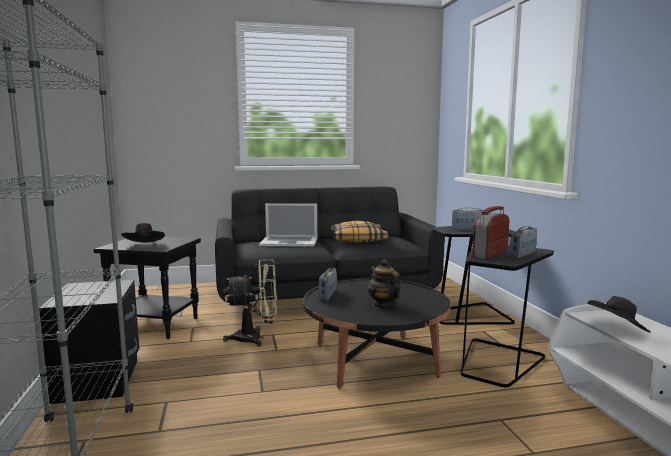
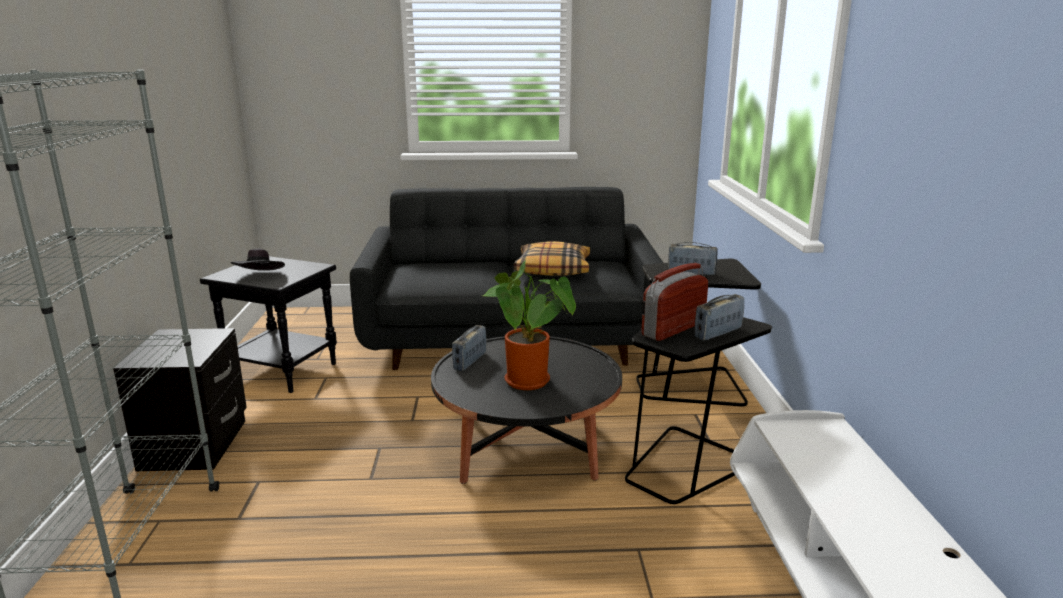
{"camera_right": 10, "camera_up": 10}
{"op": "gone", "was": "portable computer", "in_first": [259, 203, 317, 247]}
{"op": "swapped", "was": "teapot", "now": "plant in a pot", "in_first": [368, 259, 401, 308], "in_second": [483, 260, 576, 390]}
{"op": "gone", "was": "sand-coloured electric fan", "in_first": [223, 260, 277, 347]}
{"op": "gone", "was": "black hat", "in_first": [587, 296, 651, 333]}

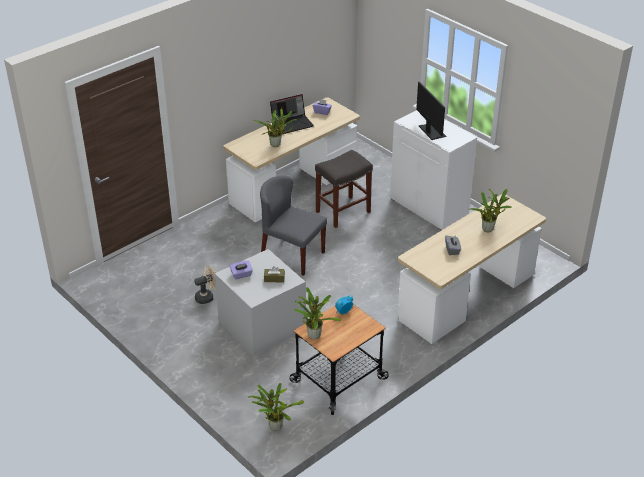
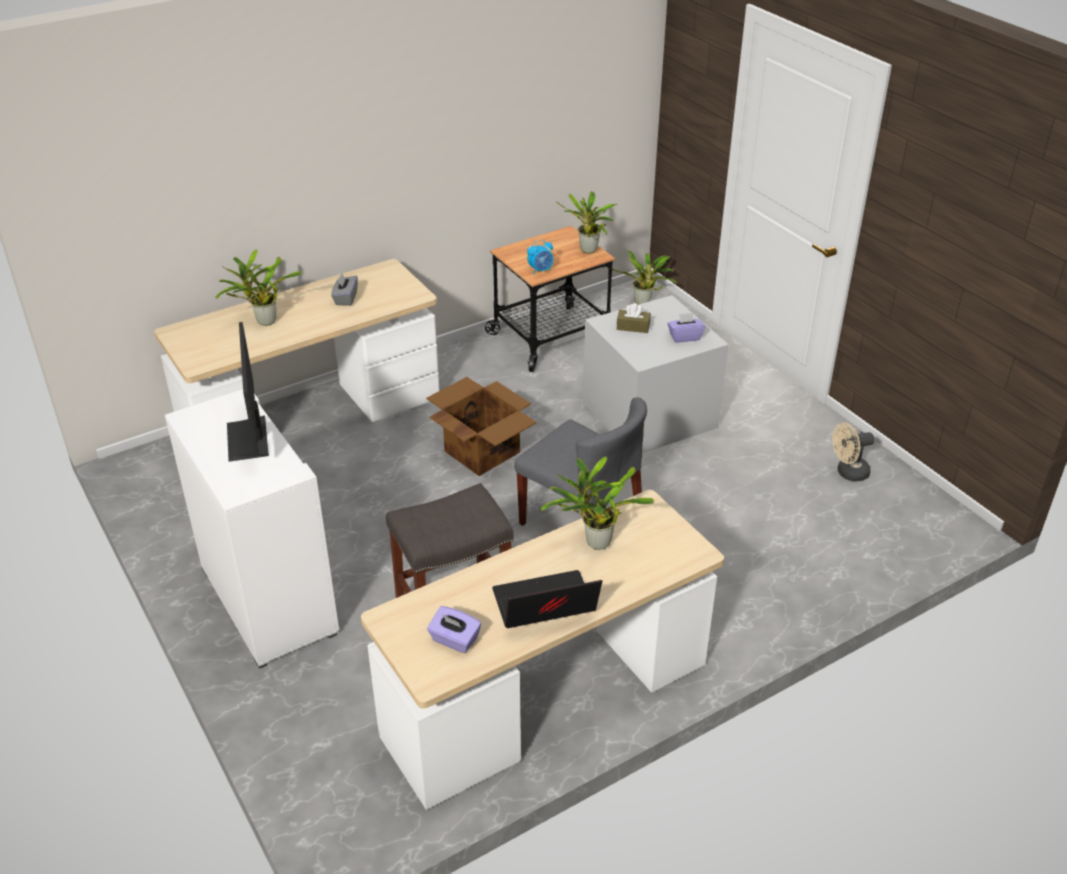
{"camera_right": -170, "camera_up": 0}
{"op": "shifted", "was": "sand-coloured electric fan", "in_first": [194, 266, 216, 304], "in_second": [832, 422, 875, 482]}
{"op": "new", "now": "carton", "in_second": [426, 377, 537, 476]}

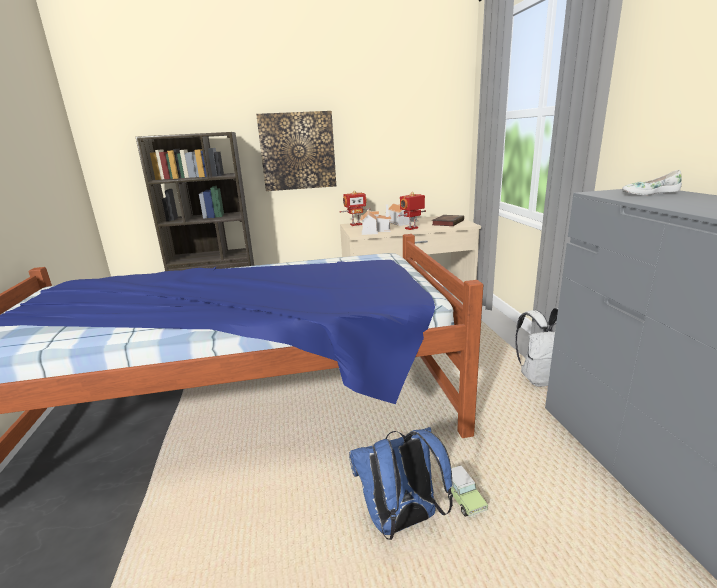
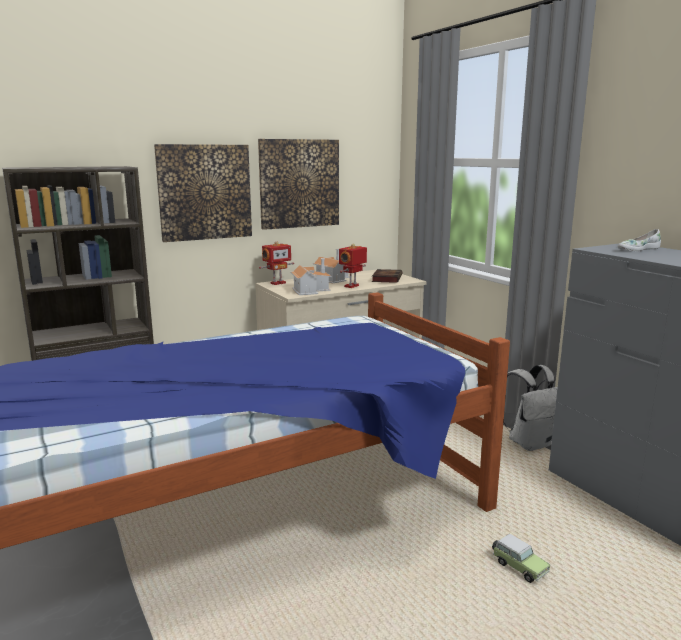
{"camera_right": -20, "camera_up": -5}
{"op": "gone", "was": "blue backpack", "in_first": [349, 427, 453, 540]}
{"op": "new", "now": "wall art", "in_second": [258, 139, 339, 230]}

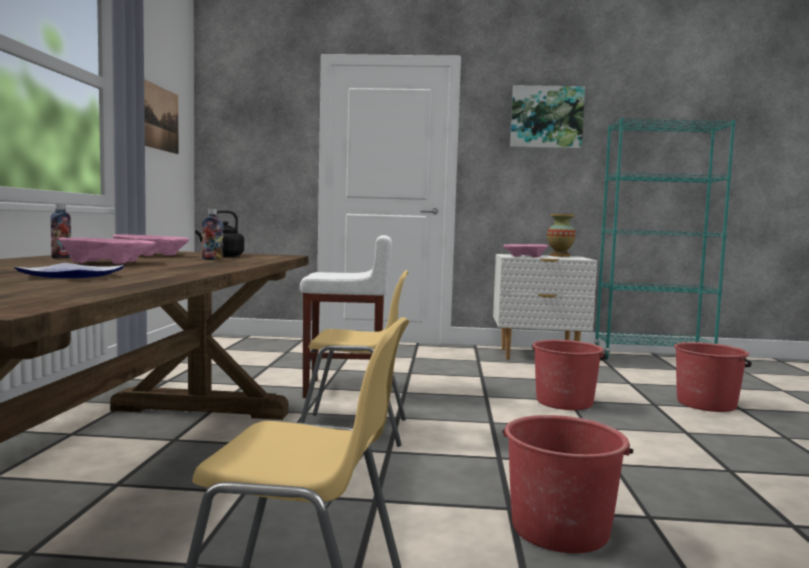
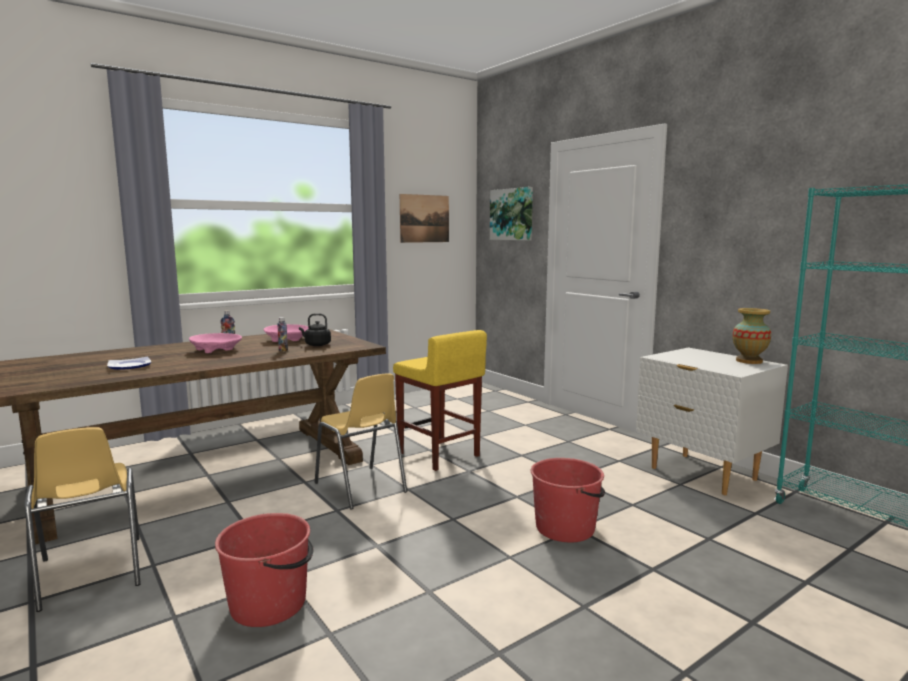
{"camera_right": 50, "camera_up": 5}
{"op": "shifted", "was": "wall art", "in_first": [510, 85, 585, 149], "in_second": [490, 187, 533, 240]}
{"op": "repainted", "was": "white-coloured stool", "now": "yellowish stool", "in_first": [300, 235, 392, 398], "in_second": [393, 330, 487, 471]}
{"op": "gone", "was": "pink-coloured serving bowl", "in_first": [503, 244, 548, 257]}
{"op": "gone", "was": "reddish pail", "in_first": [674, 342, 752, 412]}

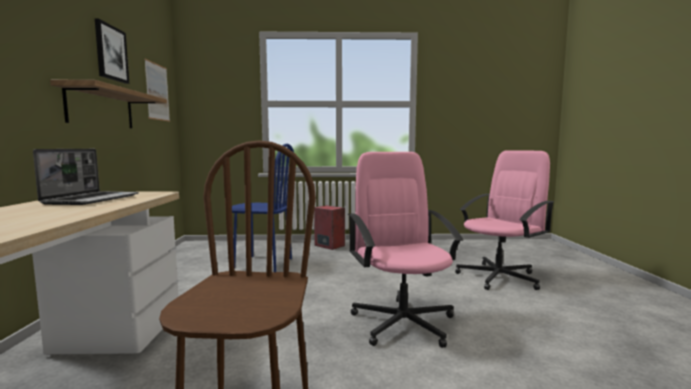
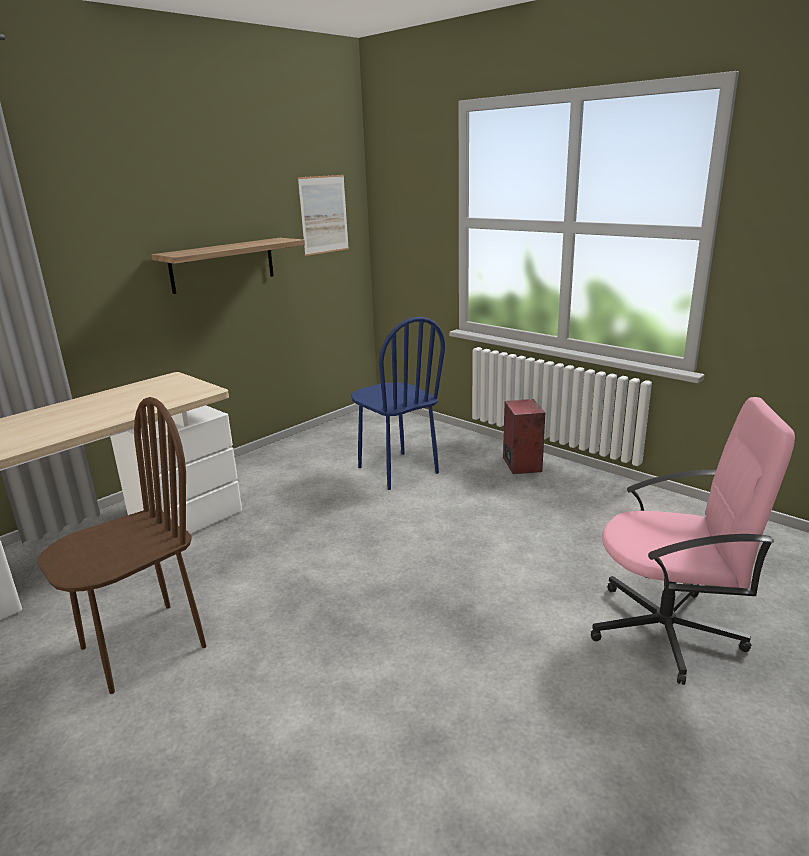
{"camera_right": 45, "camera_up": 15}
{"op": "gone", "was": "wall art", "in_first": [95, 19, 129, 84]}
{"op": "gone", "was": "portable computer", "in_first": [33, 149, 139, 205]}
{"op": "gone", "was": "pink-coloured office chair", "in_first": [348, 152, 464, 348]}

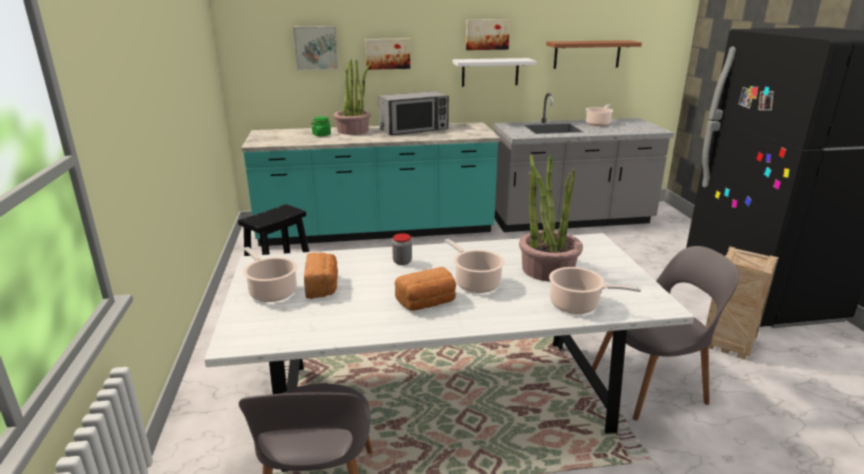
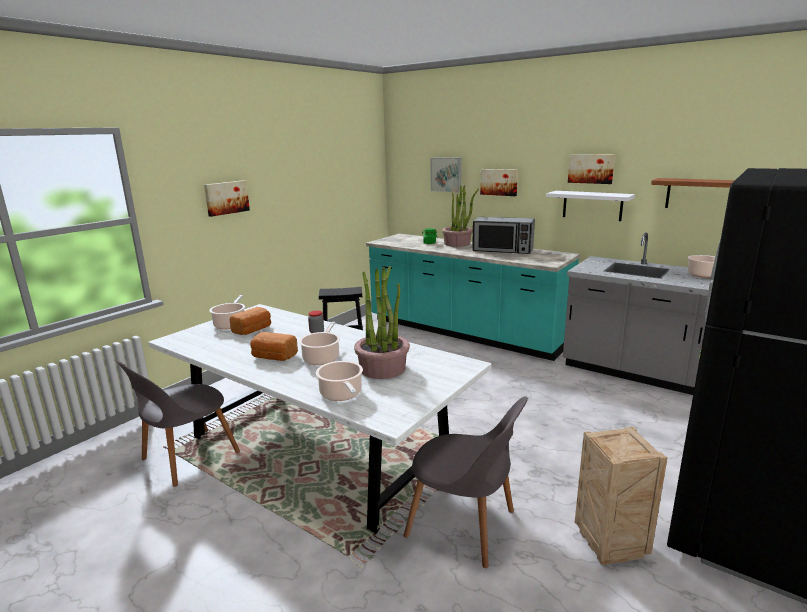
{"camera_right": 45, "camera_up": -5}
{"op": "new", "now": "wall art", "in_second": [204, 180, 250, 217]}

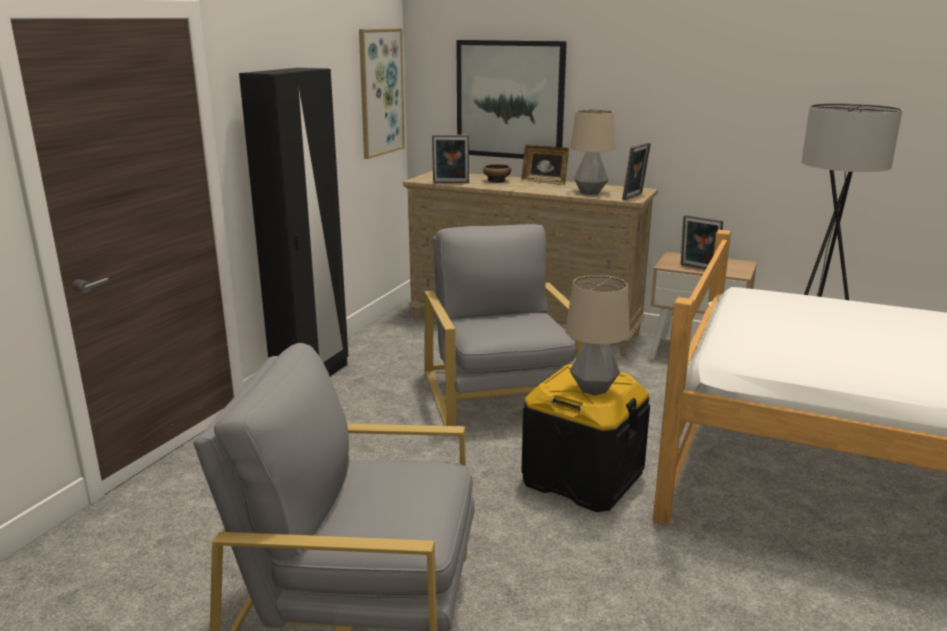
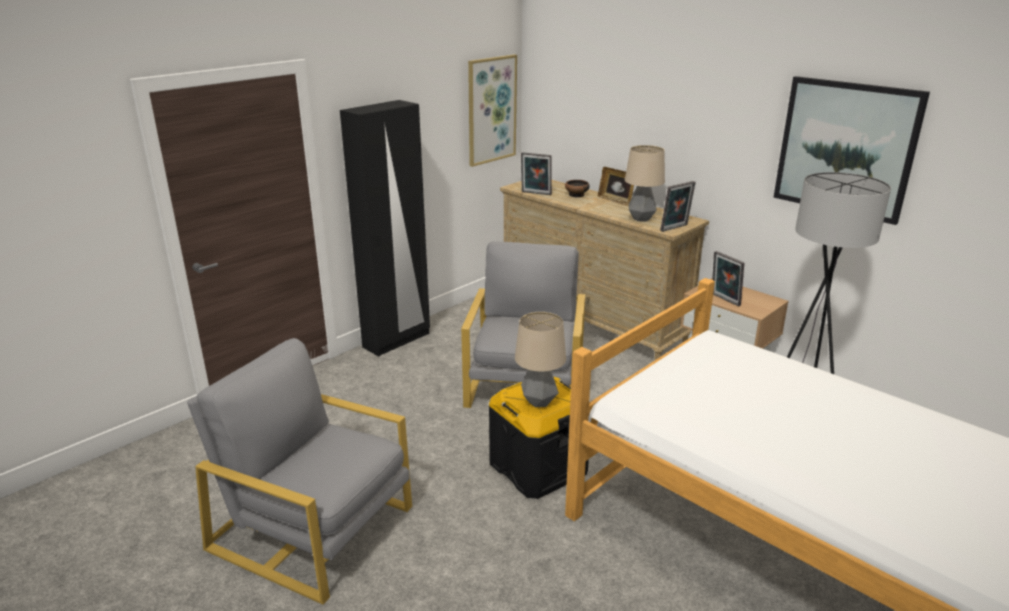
{"camera_right": 20, "camera_up": 5}
{"op": "shifted", "was": "wall art", "in_first": [456, 40, 567, 159], "in_second": [773, 76, 930, 225]}

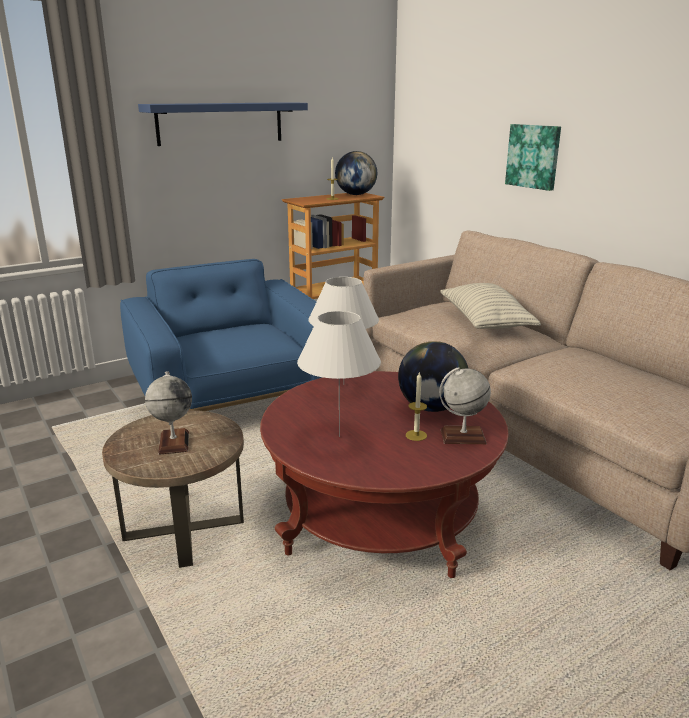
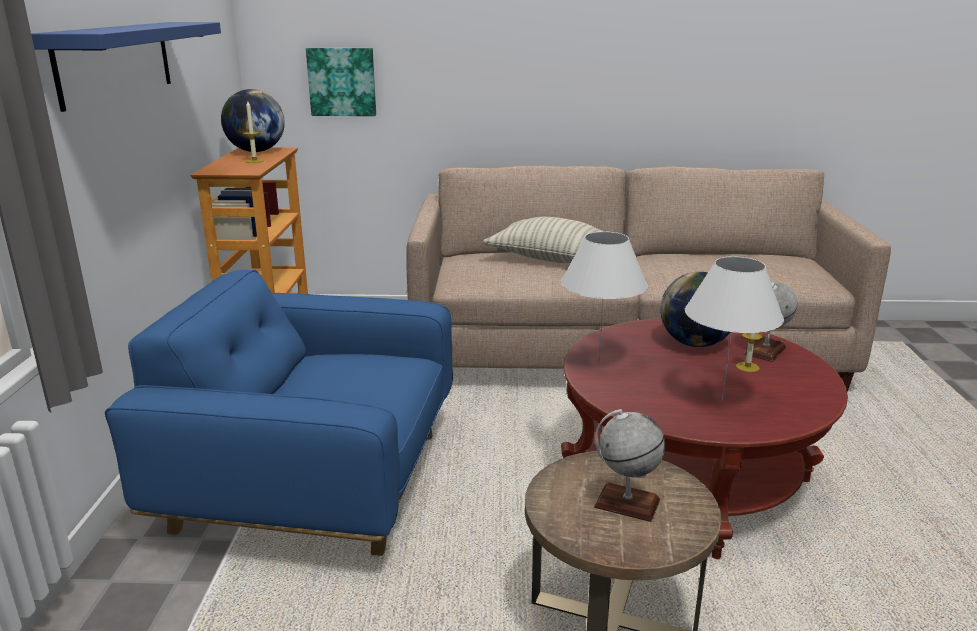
{"camera_right": -55, "camera_up": 0}
{"op": "shifted", "was": "wall art", "in_first": [505, 124, 561, 191], "in_second": [306, 48, 376, 116]}

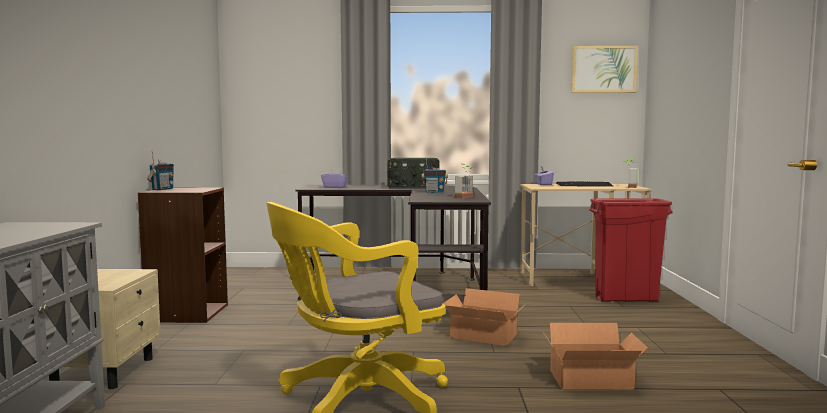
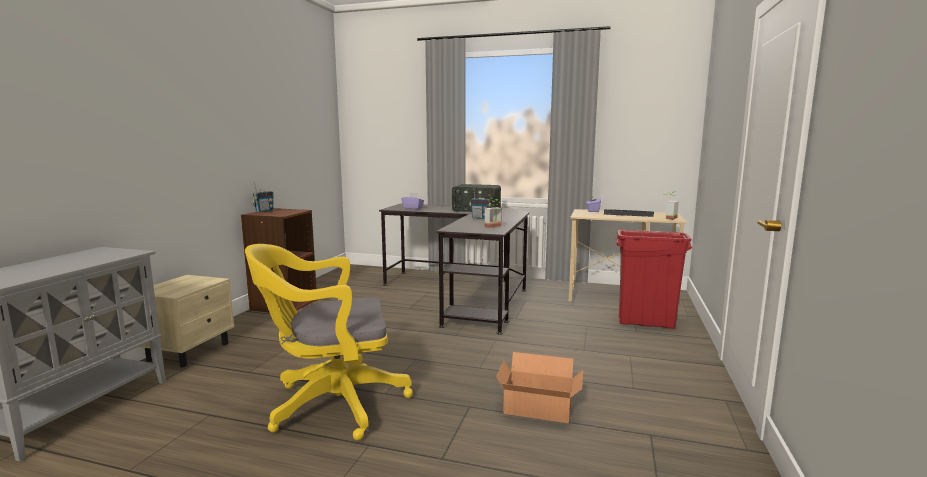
{"camera_right": 15, "camera_up": 5}
{"op": "gone", "was": "wall art", "in_first": [571, 46, 638, 93]}
{"op": "gone", "was": "carton", "in_first": [444, 288, 527, 346]}

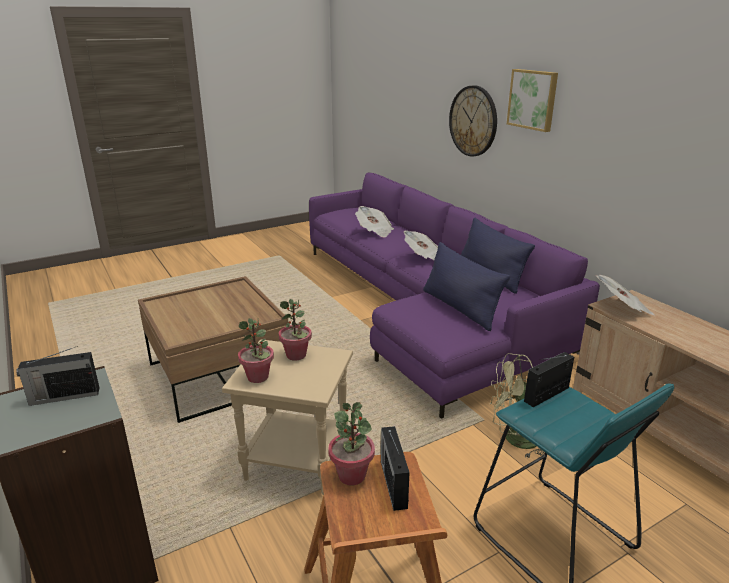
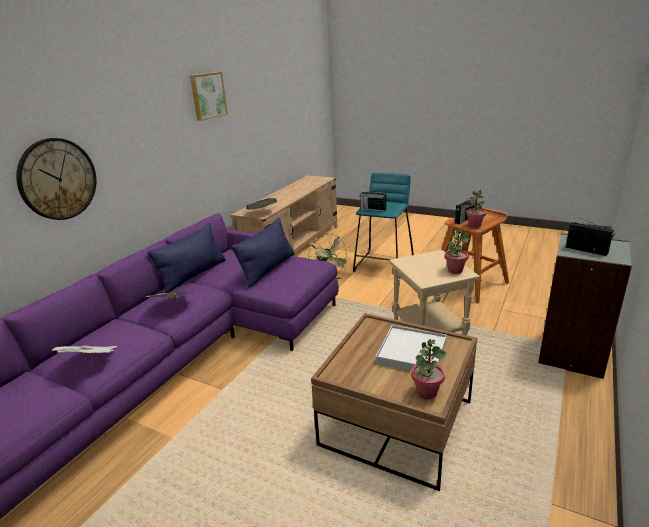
{"camera_right": -120, "camera_up": 0}
{"op": "shifted", "was": "wall art", "in_first": [507, 69, 558, 132], "in_second": [190, 72, 228, 121]}
{"op": "shifted", "was": "plant in a pot", "in_first": [278, 299, 312, 361], "in_second": [411, 339, 447, 400]}
{"op": "new", "now": "white-coloured carrying tray", "in_second": [376, 325, 447, 371]}

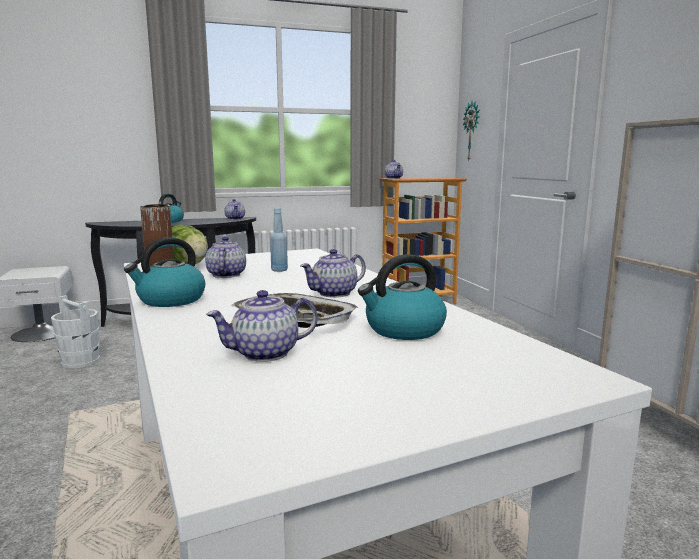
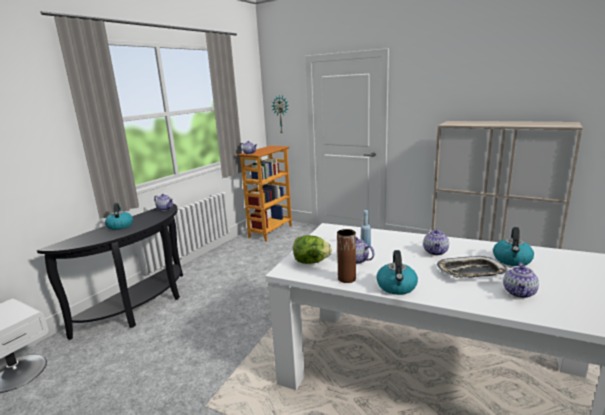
{"camera_right": -40, "camera_up": 5}
{"op": "gone", "was": "white-coloured pail", "in_first": [51, 295, 100, 368]}

